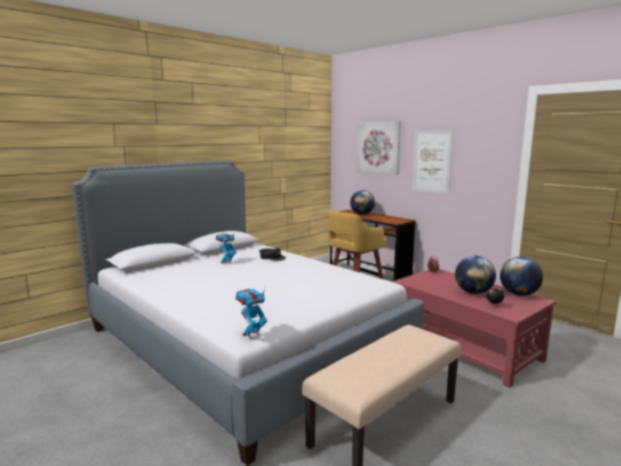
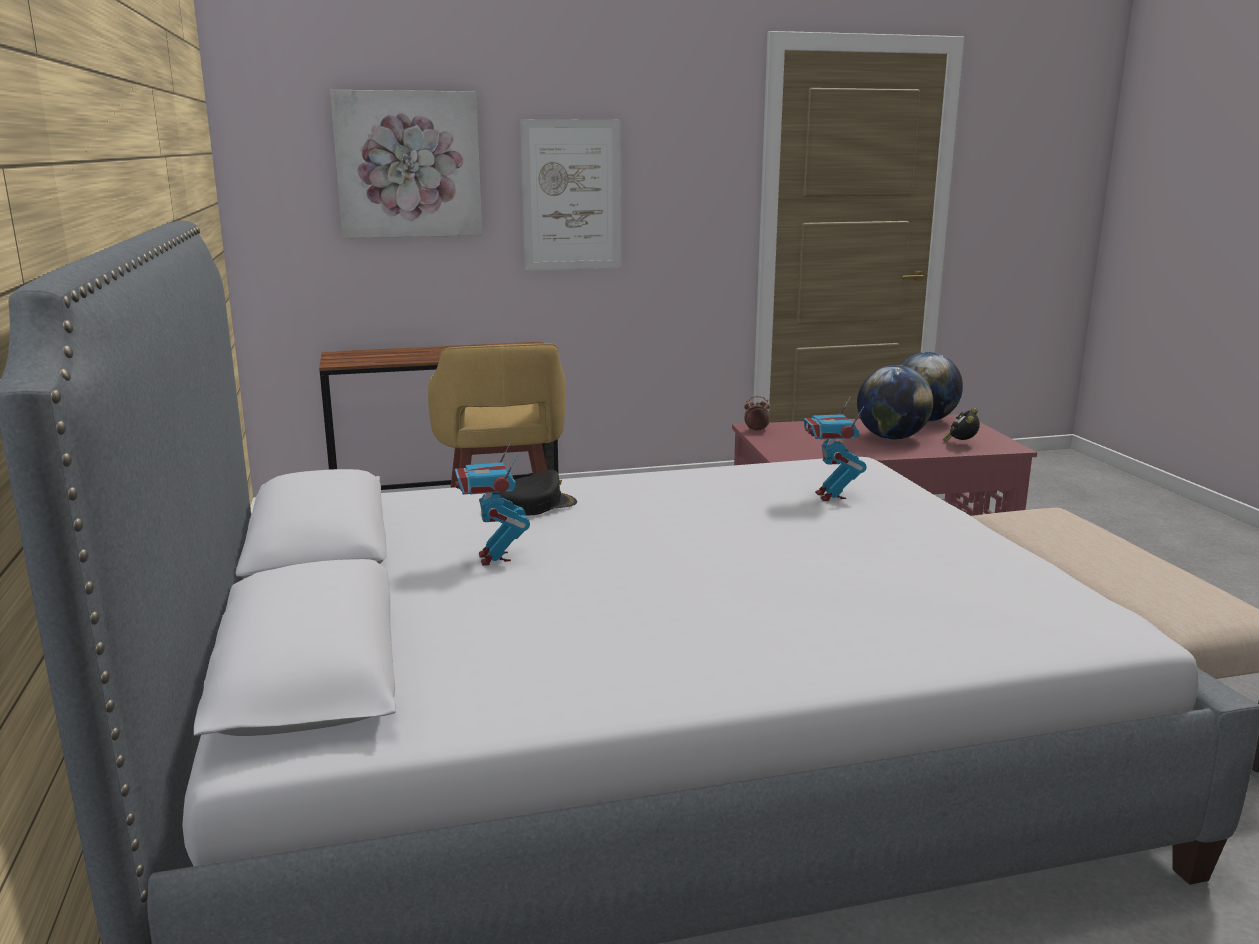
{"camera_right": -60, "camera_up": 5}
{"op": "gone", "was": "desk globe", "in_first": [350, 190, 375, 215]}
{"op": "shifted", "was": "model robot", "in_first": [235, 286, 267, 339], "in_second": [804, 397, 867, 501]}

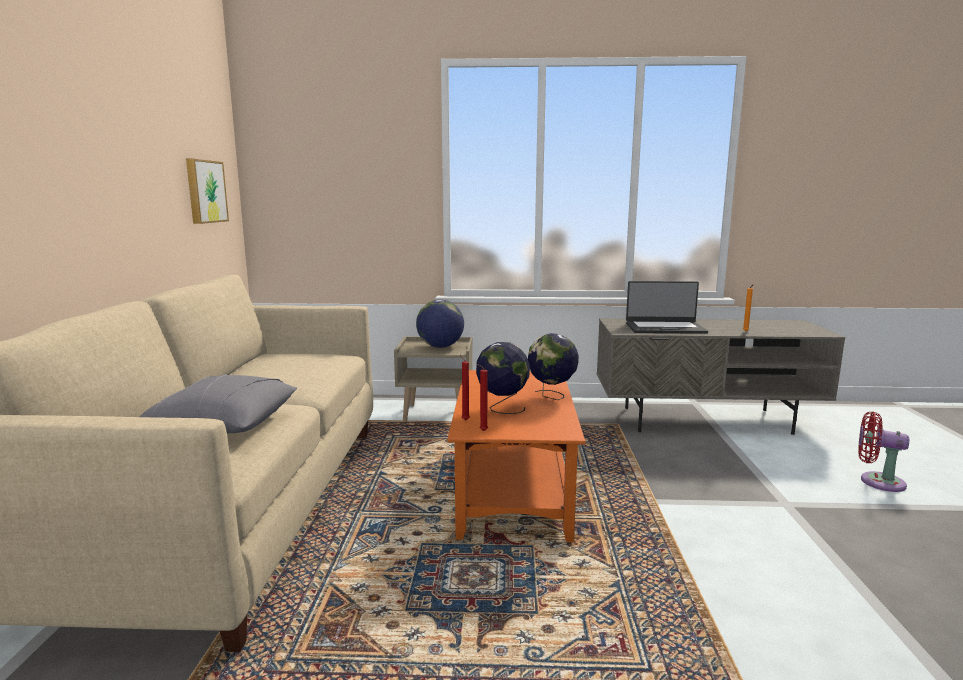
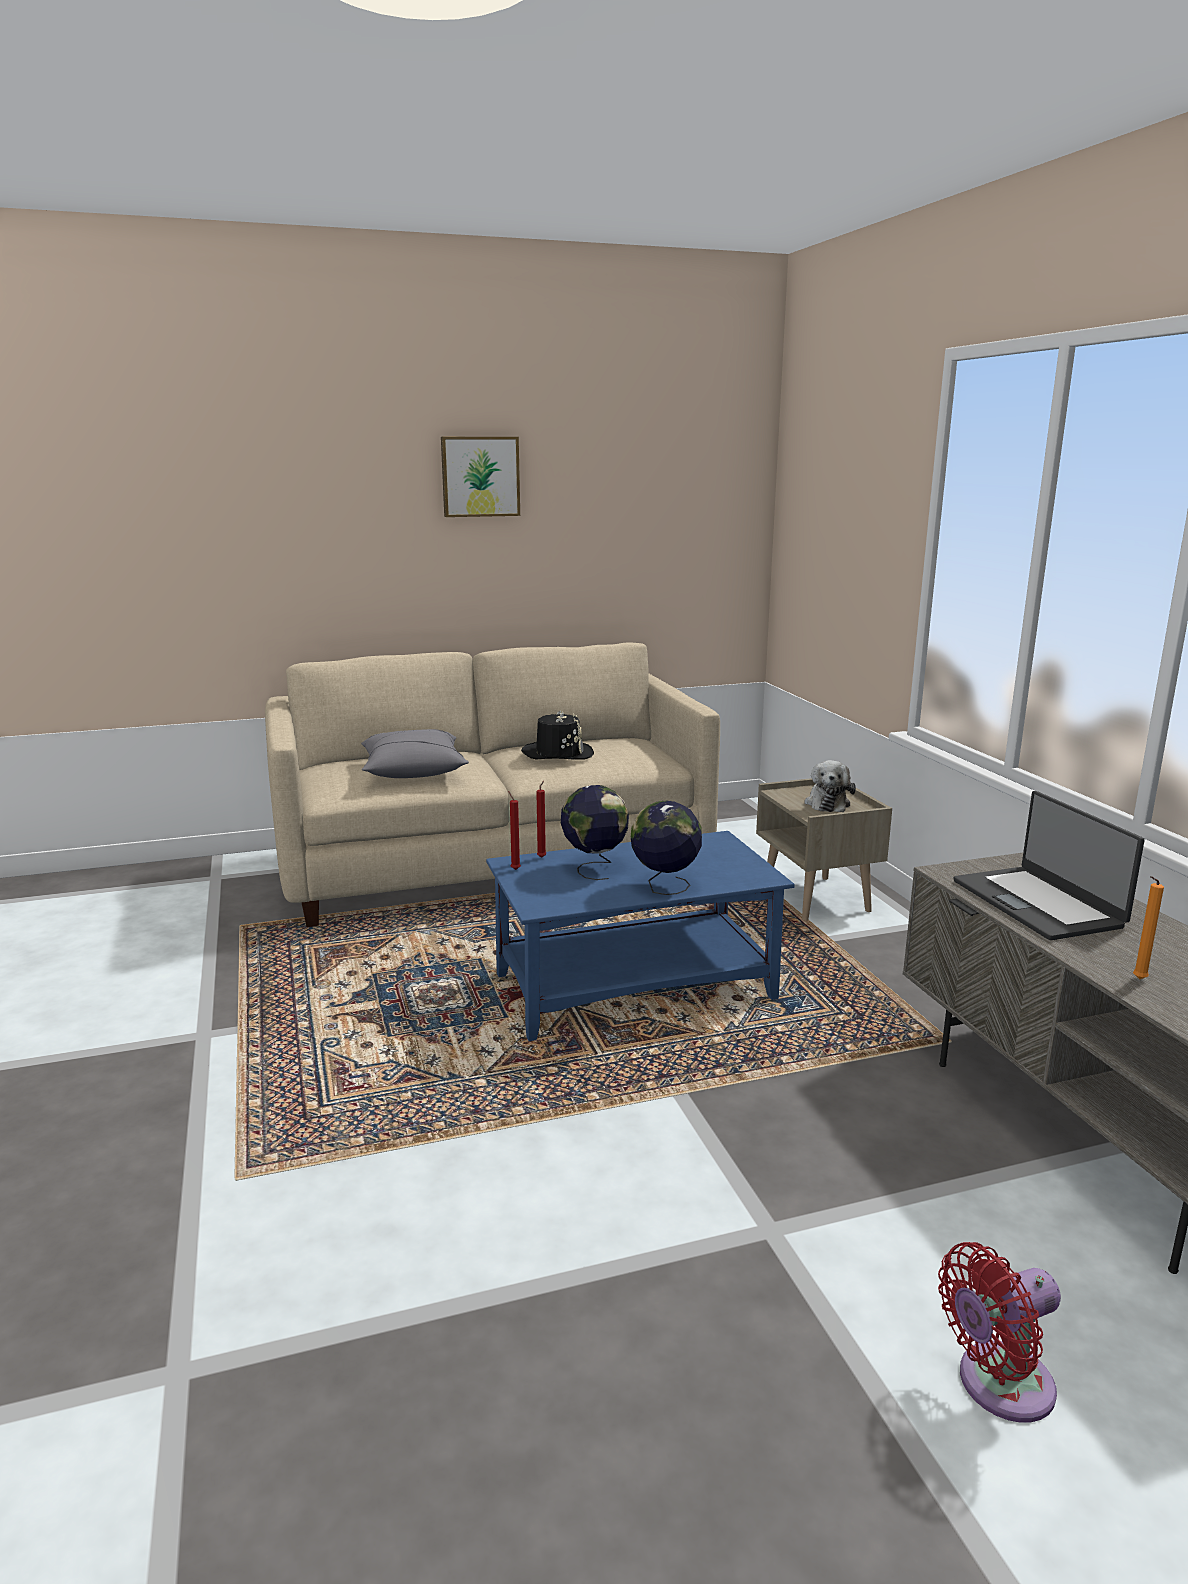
{"camera_right": 70, "camera_up": 5}
{"op": "shifted", "was": "wall art", "in_first": [186, 159, 229, 224], "in_second": [441, 437, 520, 517]}
{"op": "swapped", "was": "desk globe", "now": "cuddly toy", "in_first": [416, 300, 464, 348], "in_second": [804, 760, 856, 812]}
{"op": "repainted", "was": "orange lounge table", "now": "blue lounge table", "in_first": [447, 370, 585, 542], "in_second": [486, 831, 795, 1041]}
{"op": "rotated", "was": "reddish electric fan", "in_first": [858, 412, 909, 492], "in_second": [938, 1242, 1061, 1423], "clockwise": -120}
{"op": "new", "now": "black hat", "in_second": [521, 710, 594, 760]}

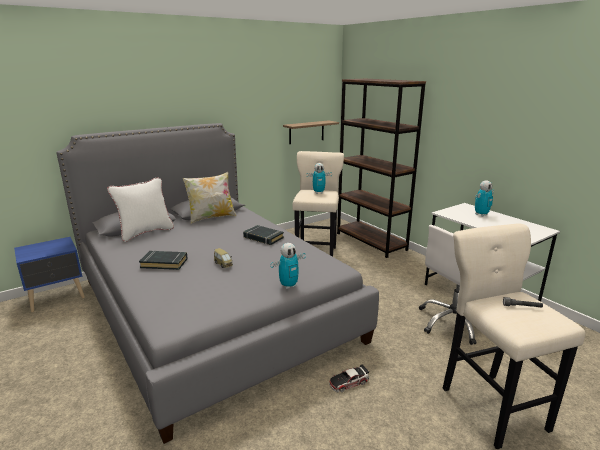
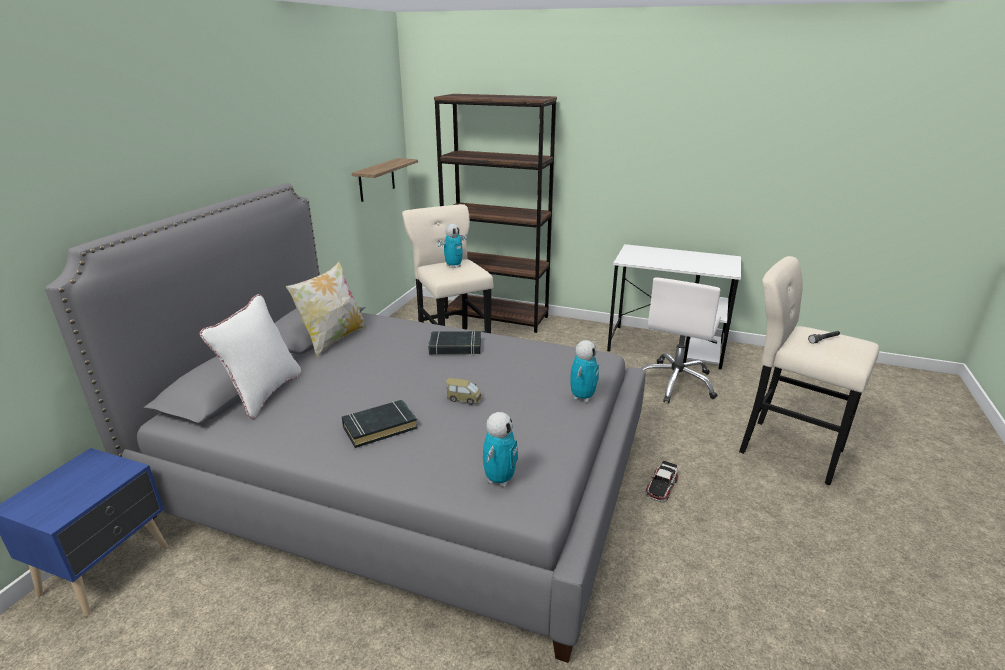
{"camera_right": -35, "camera_up": 5}
{"op": "shifted", "was": "model robot", "in_first": [475, 180, 494, 217], "in_second": [483, 412, 518, 486]}

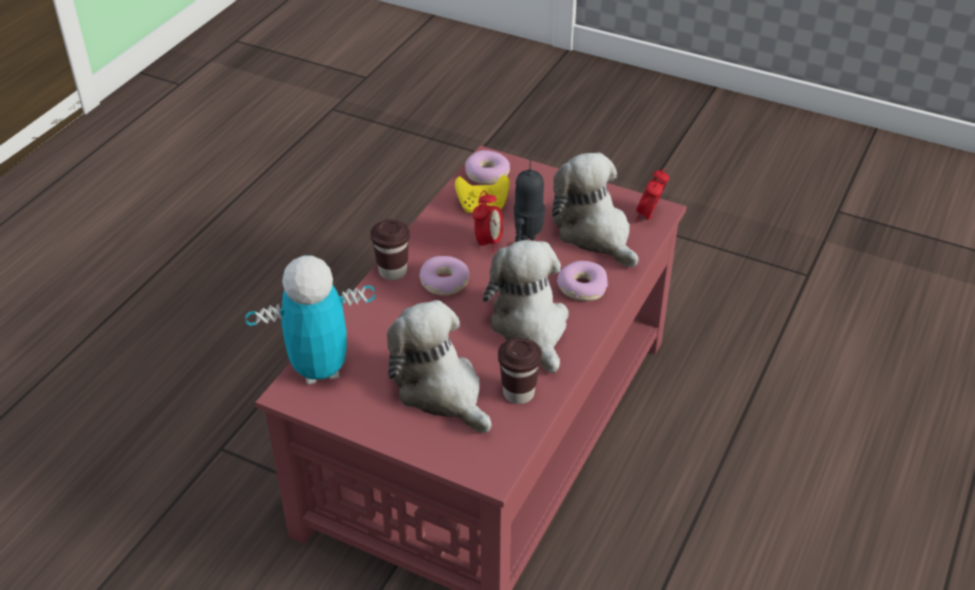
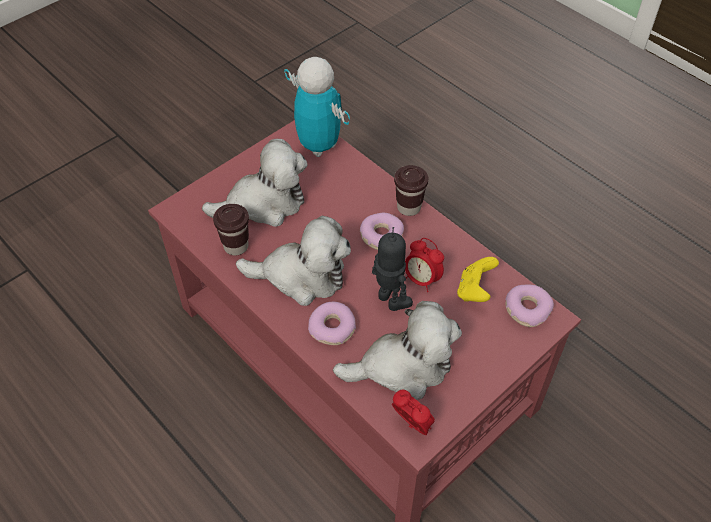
{"camera_right": 110, "camera_up": 10}
{"op": "rotated", "was": "model robot", "in_first": [245, 256, 375, 385], "in_second": [284, 57, 350, 157], "clockwise": -45}

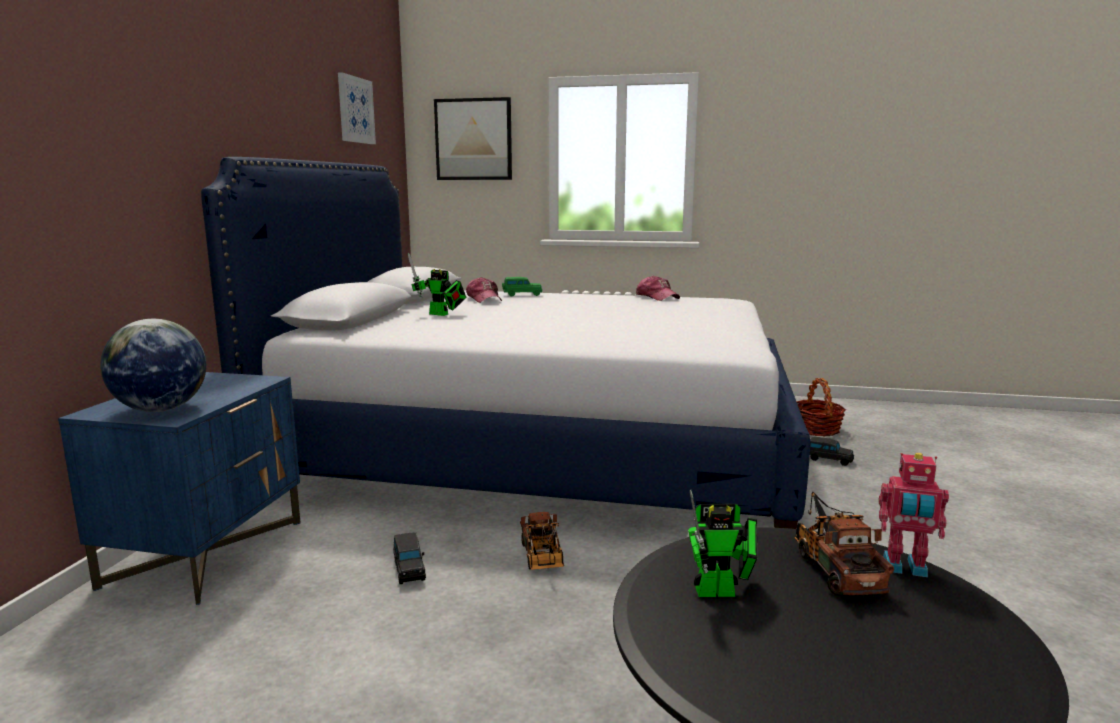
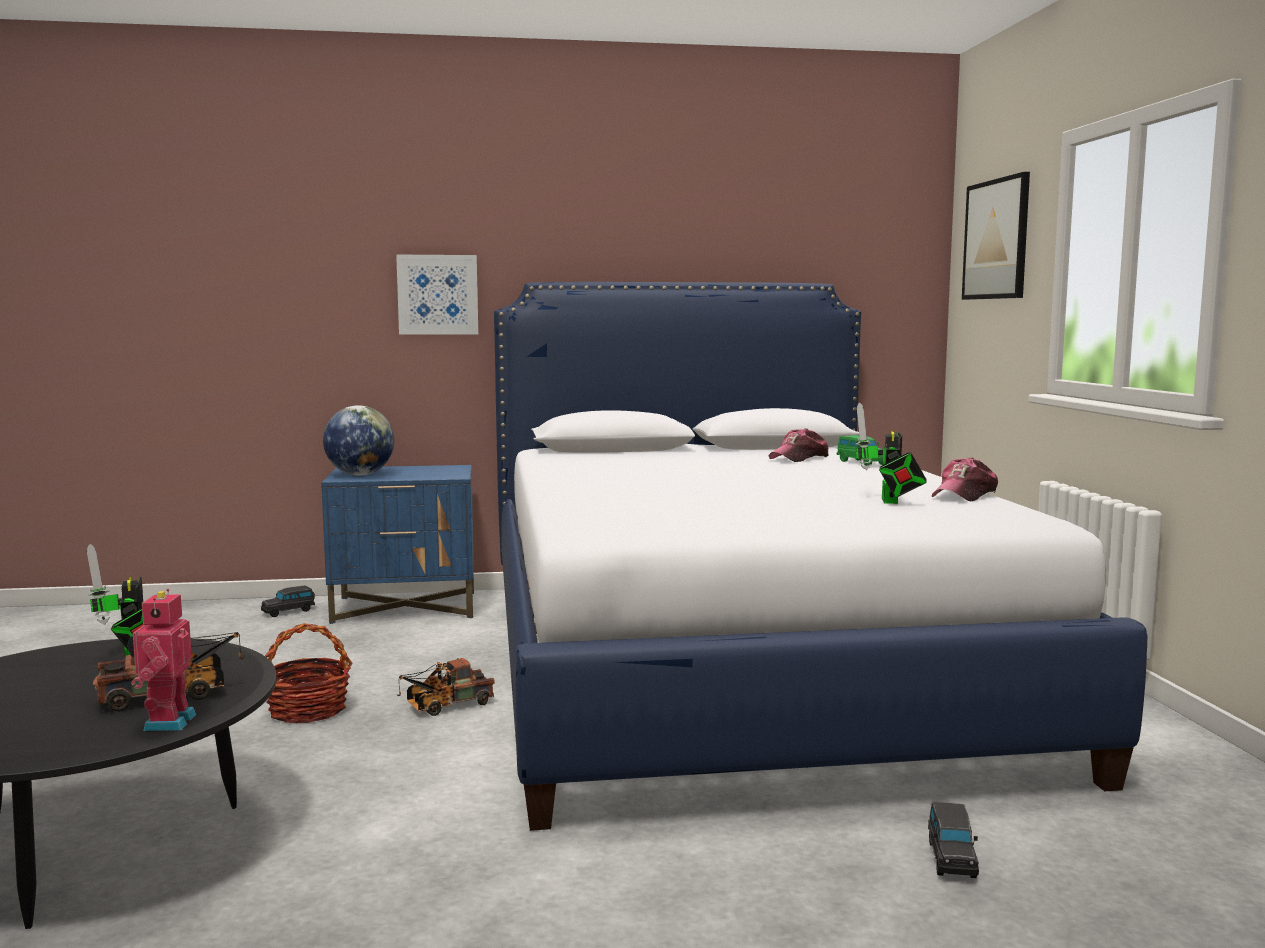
{"camera_right": 70, "camera_up": -5}
{"op": "shifted", "was": "wall art", "in_first": [338, 72, 376, 144], "in_second": [396, 254, 478, 335]}
{"op": "shifted", "was": "model robot", "in_first": [408, 253, 466, 316], "in_second": [856, 402, 927, 504]}
{"op": "shifted", "was": "storage basket", "in_first": [796, 378, 846, 437], "in_second": [265, 623, 352, 724]}
{"op": "shifted", "was": "black toy car", "in_first": [393, 532, 426, 584], "in_second": [261, 586, 315, 617]}

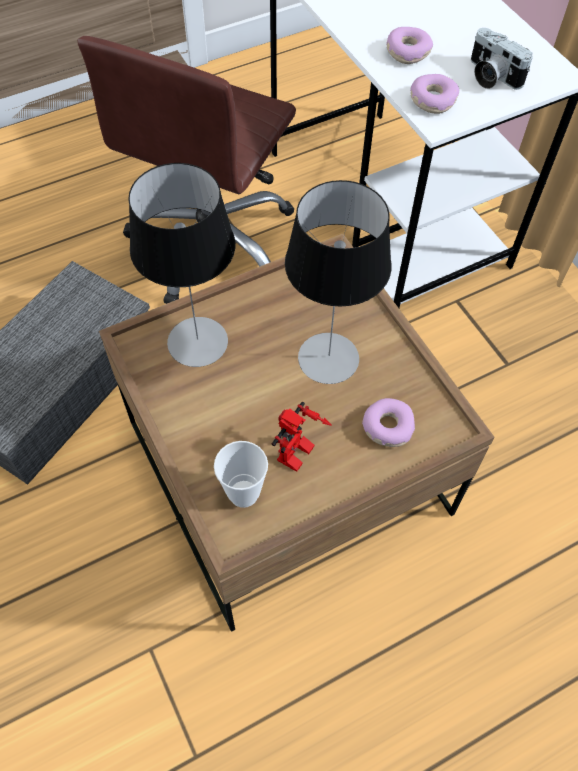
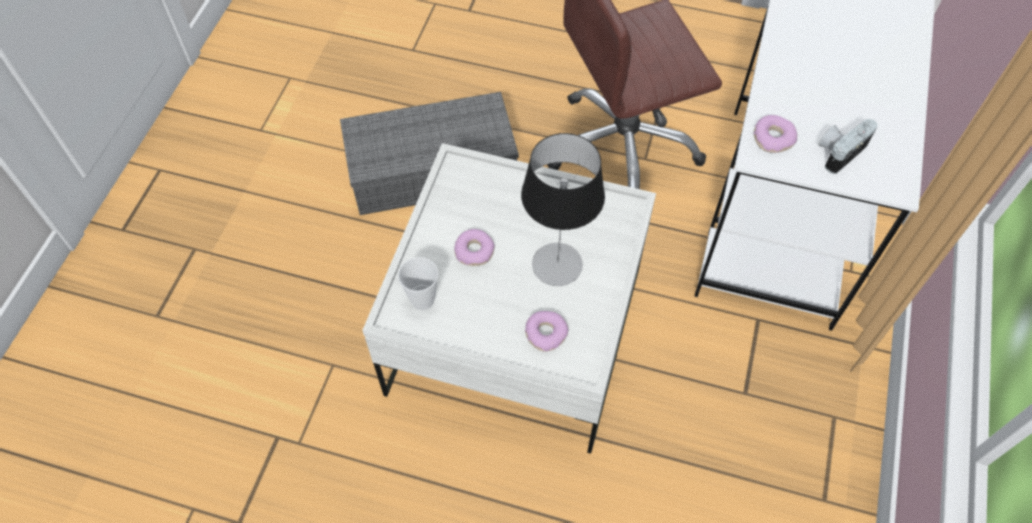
{"camera_right": 45, "camera_up": 0}
{"op": "shifted", "was": "doughnut", "in_first": [386, 27, 433, 64], "in_second": [454, 229, 495, 266]}
{"op": "rotated", "was": "photo camera", "in_first": [471, 28, 533, 90], "in_second": [819, 119, 877, 174], "clockwise": 45}
{"op": "gone", "was": "tabletop lamp", "in_first": [128, 163, 235, 367]}
{"op": "repainted", "was": "brown lounge table", "now": "white-coloured lounge table", "in_first": [99, 233, 494, 632], "in_second": [362, 143, 656, 454]}
{"op": "gone", "was": "model robot", "in_first": [272, 402, 332, 472]}

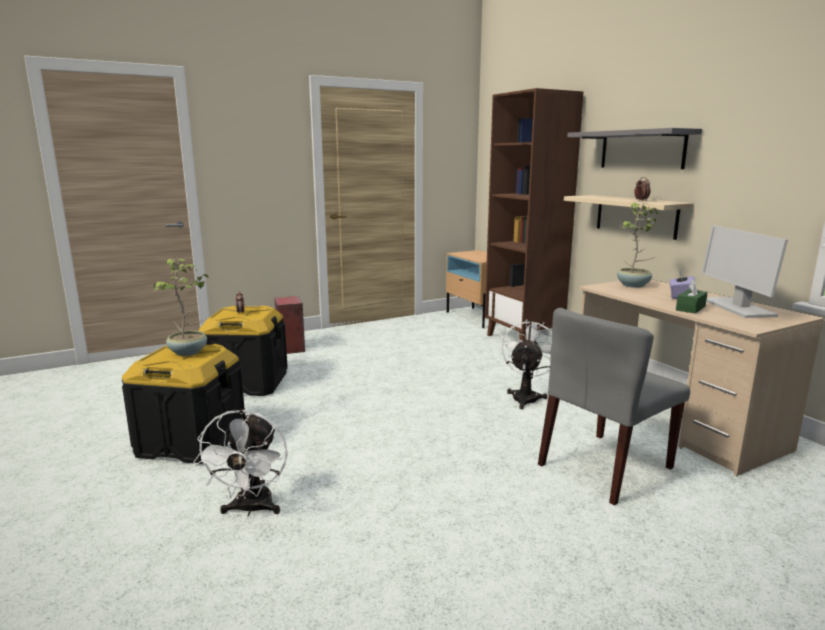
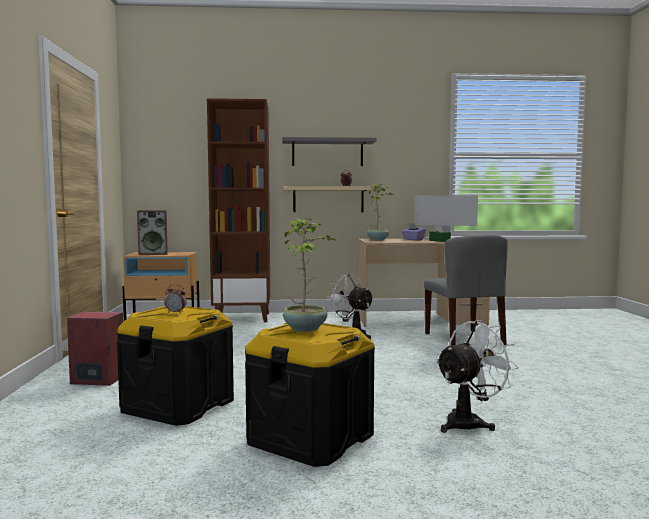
{"camera_right": -65, "camera_up": -10}
{"op": "rotated", "was": "white-coloured electric fan", "in_first": [193, 409, 288, 516], "in_second": [436, 320, 519, 433], "clockwise": -60}
{"op": "new", "now": "speaker", "in_second": [137, 210, 168, 255]}

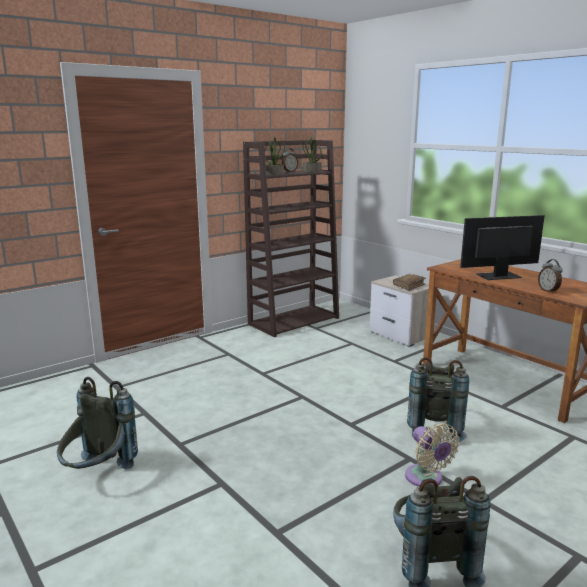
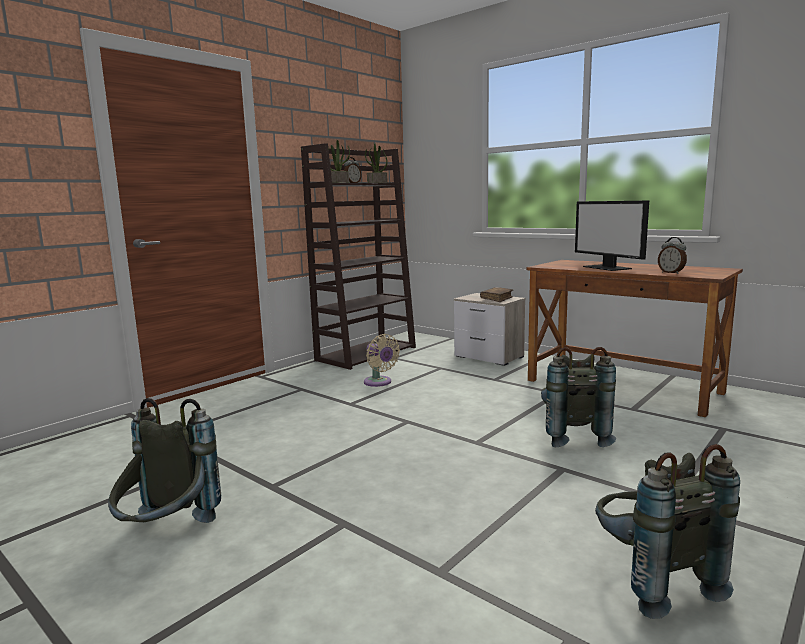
{"camera_right": -10, "camera_up": -5}
{"op": "rotated", "was": "monitor", "in_first": [460, 215, 545, 280], "in_second": [575, 200, 649, 271], "clockwise": -90}
{"op": "shifted", "was": "sand-coloured electric fan", "in_first": [405, 423, 460, 487], "in_second": [364, 334, 400, 387]}

